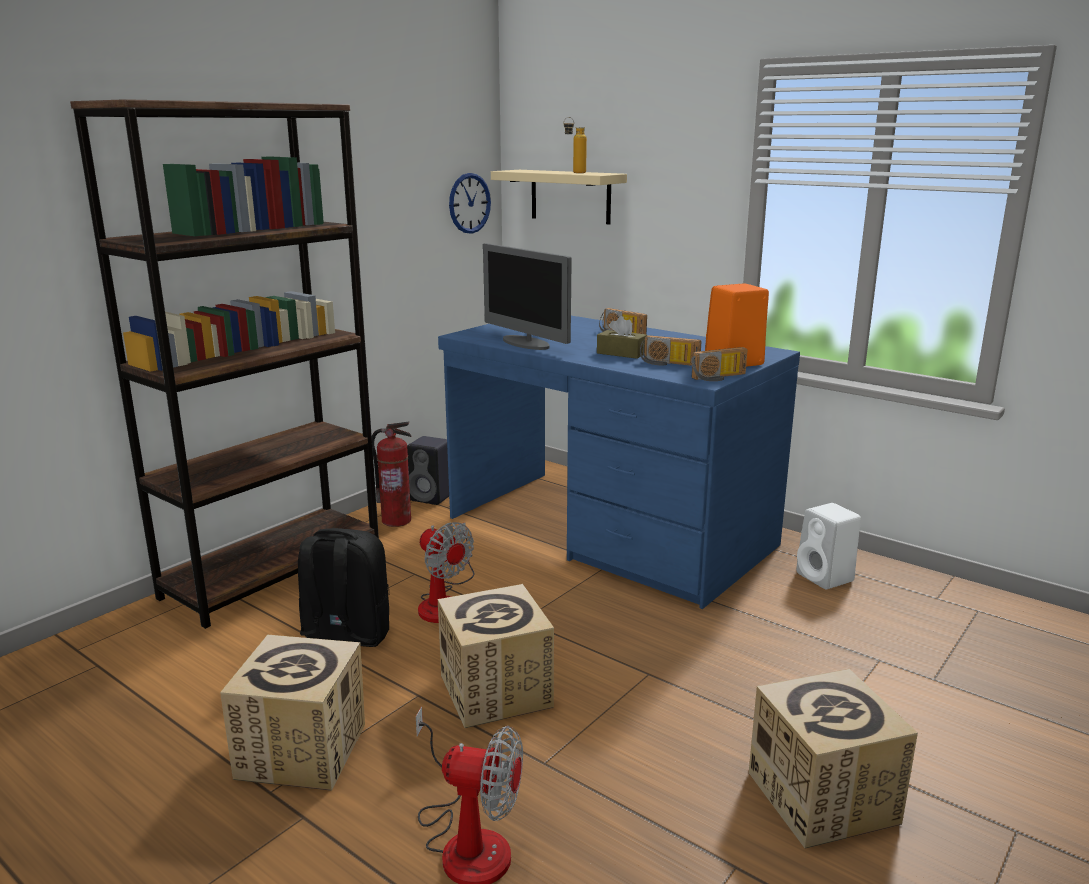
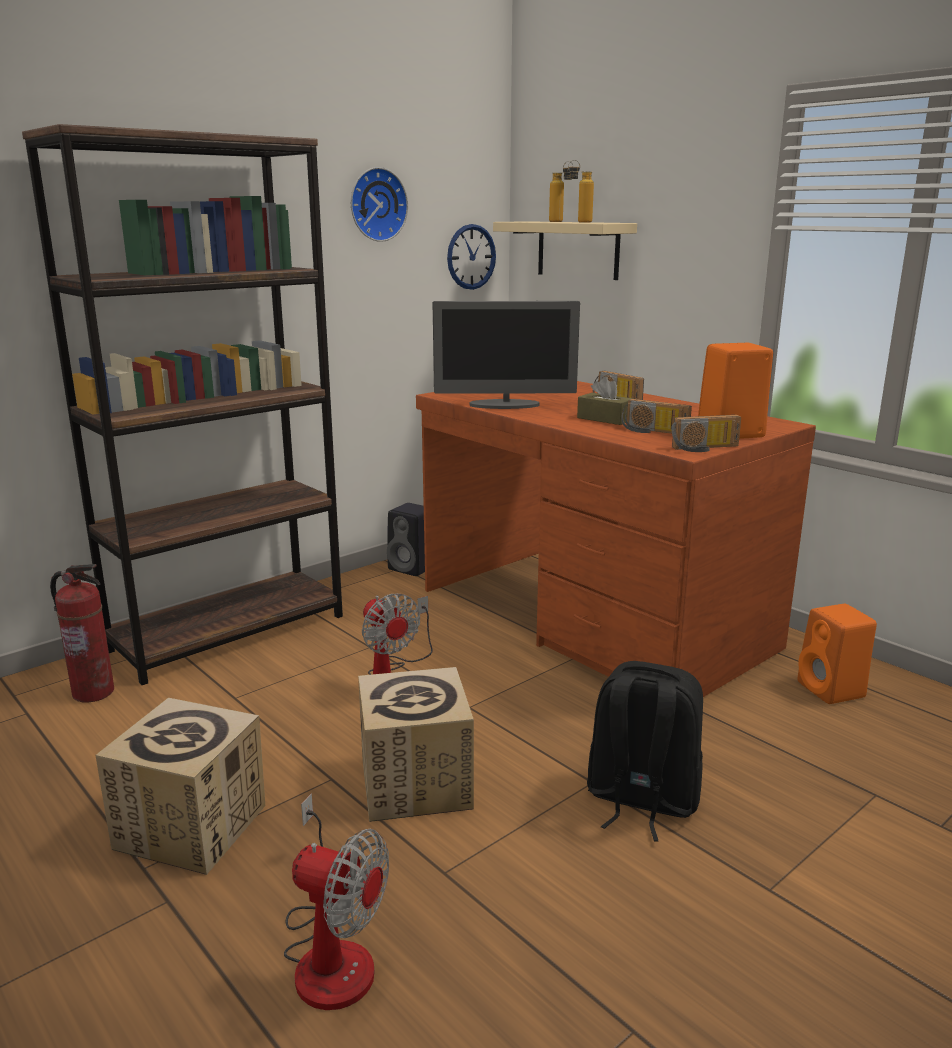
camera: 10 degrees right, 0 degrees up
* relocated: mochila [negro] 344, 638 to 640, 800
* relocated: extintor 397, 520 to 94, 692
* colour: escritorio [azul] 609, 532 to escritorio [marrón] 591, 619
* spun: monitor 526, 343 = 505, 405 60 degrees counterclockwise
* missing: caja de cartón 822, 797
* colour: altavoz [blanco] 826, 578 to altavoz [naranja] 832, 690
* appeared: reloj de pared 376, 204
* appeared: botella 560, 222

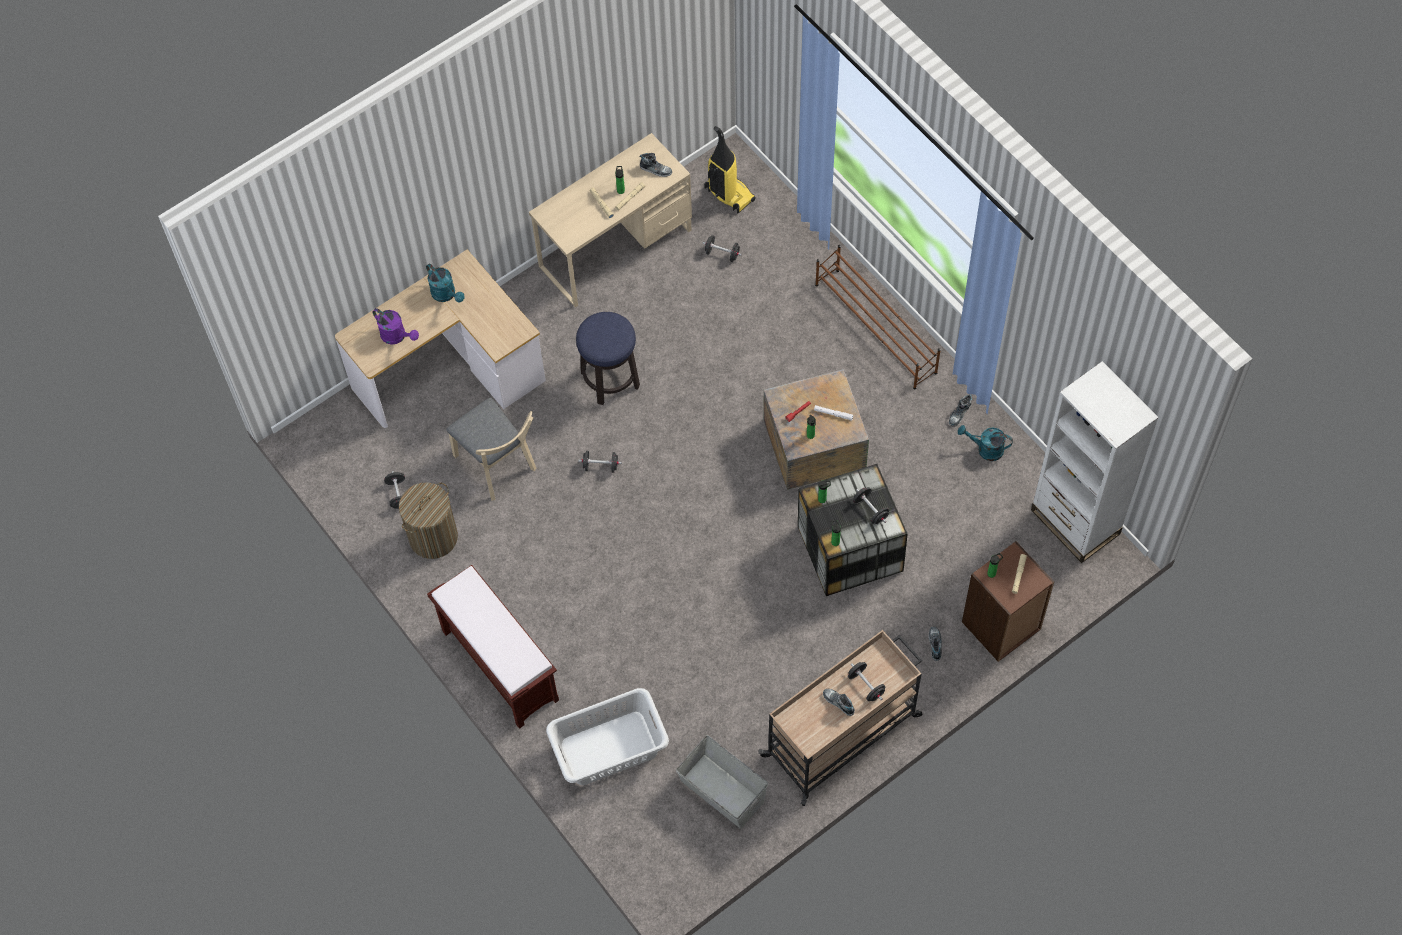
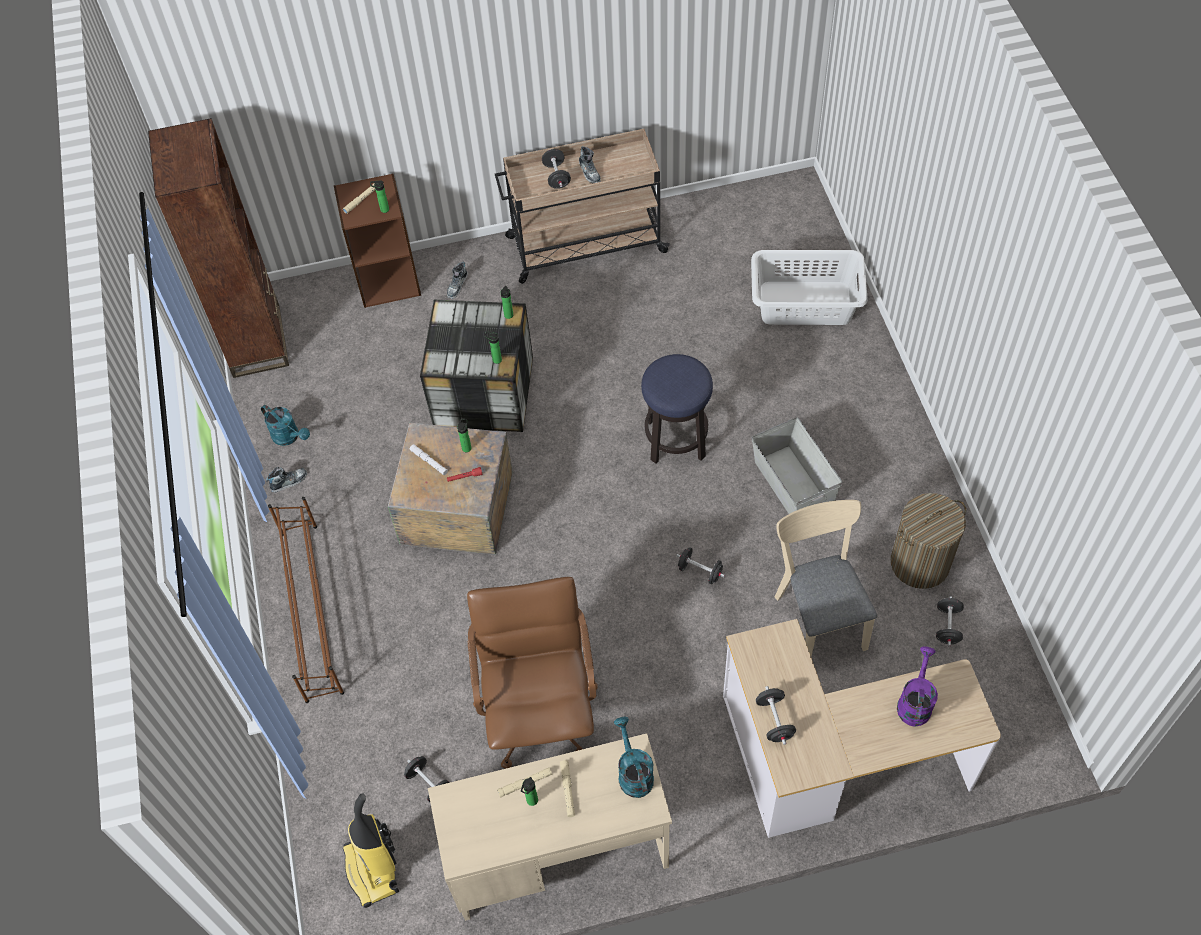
camera: 155 degrees left, 5 degrees down
* spun: regadera [morado] 397, 336 = 915, 702 45 degrees clockwise
* relocated: regadera [turquesa] 446, 294 to 633, 772
* missing: banco [marrón] 498, 665
* relocated: taburete 610, 379 to 676, 439
* missing: zapato 655, 169
* relocated: caja de almacenaje [gris] 722, 792 to 793, 484
* relocated: mancuerna [negro] 870, 510 to 774, 720
* colour: estantería [blanco] 1075, 522 to estantería [marrón] 257, 340
* appeared: silla de oficina [marrón] 539, 712

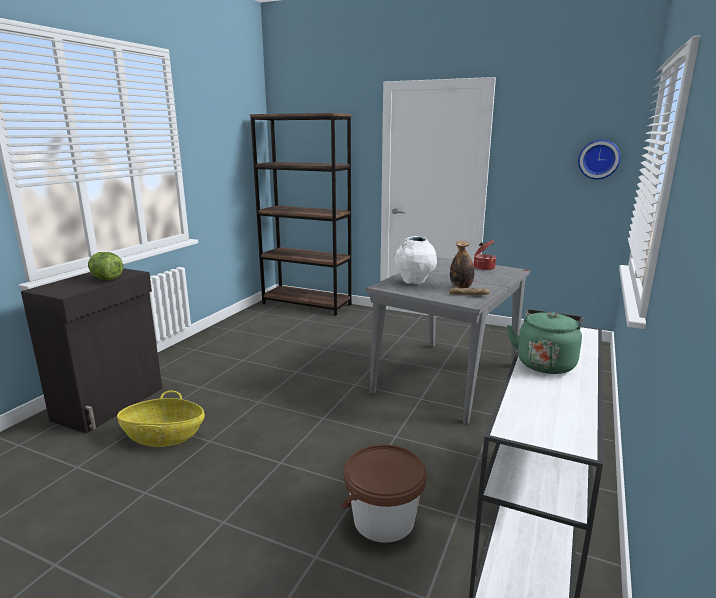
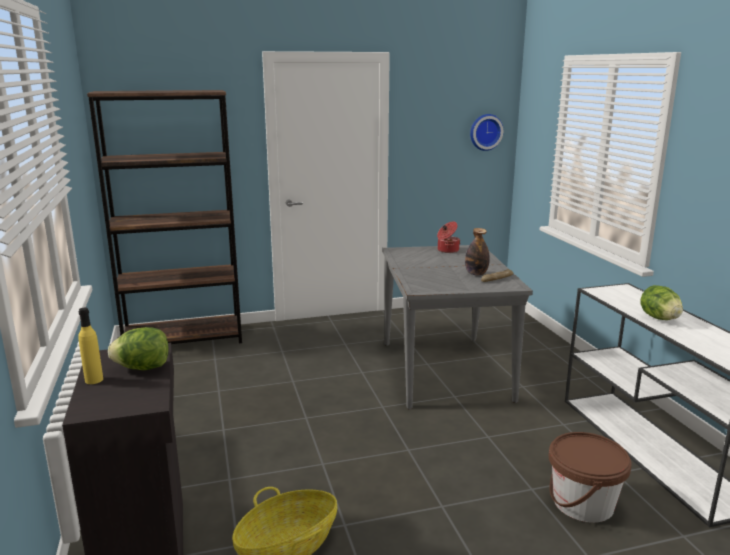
camera: 40 degrees left, 0 degrees up
* missing: florero [blanco] 414, 282
* exchanged: hervidor [verde] 545, 363 to lechuga 659, 318
* appeared: botella [amarillo] 94, 380

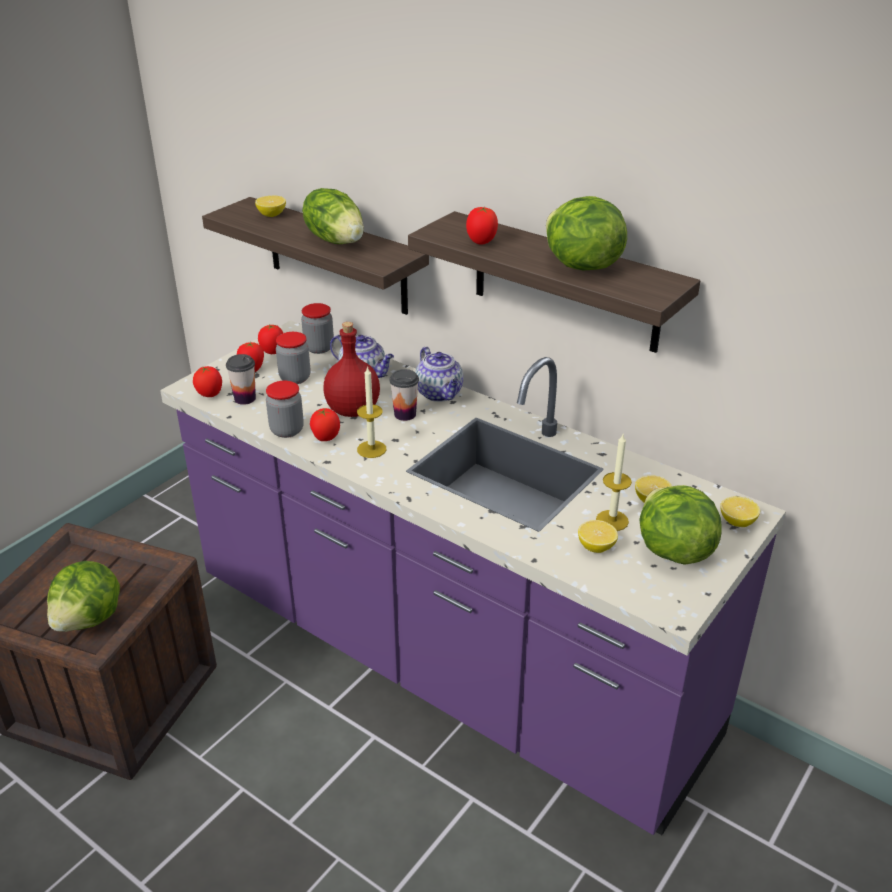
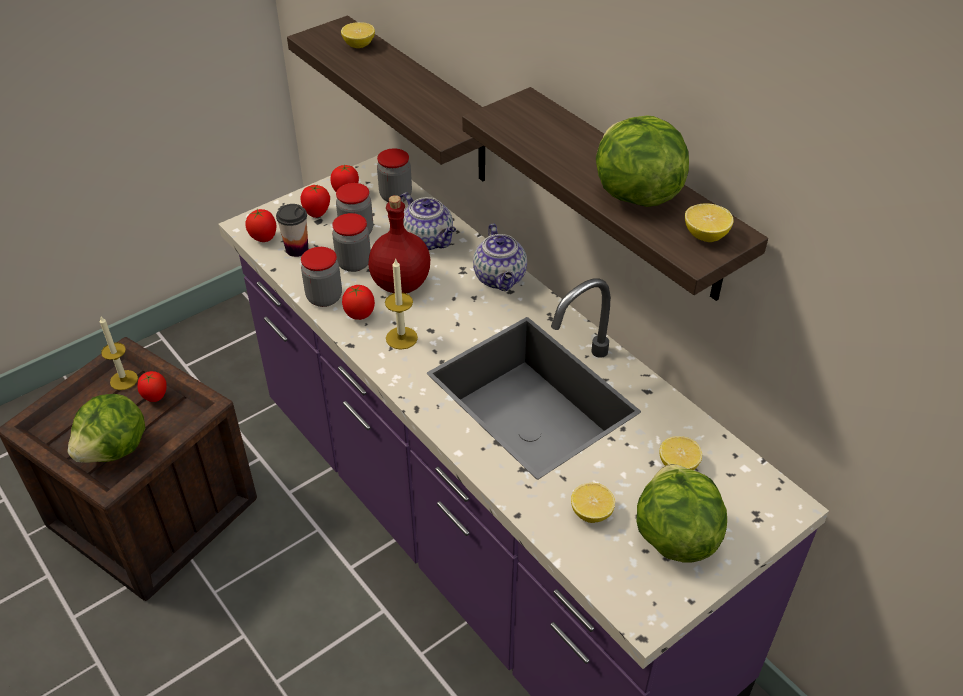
camera: 15 degrees right, 10 degrees up
* missing: lechuga 336, 240
* missing: taza 405, 414
* relocated: tomate 481, 242 to 155, 398
* relocated: vela 612, 520 to 124, 380
* relocated: limón 737, 522 to 705, 235
* appeared: tarro 354, 263

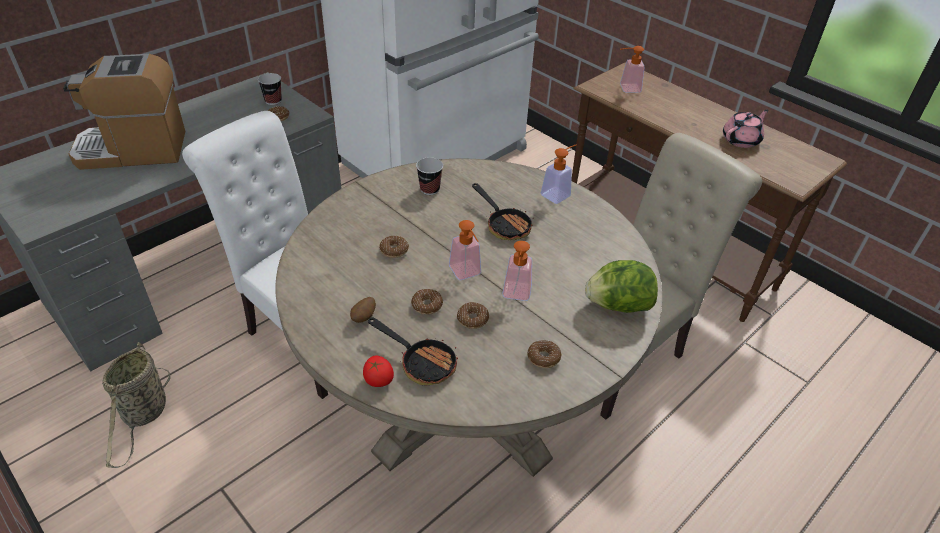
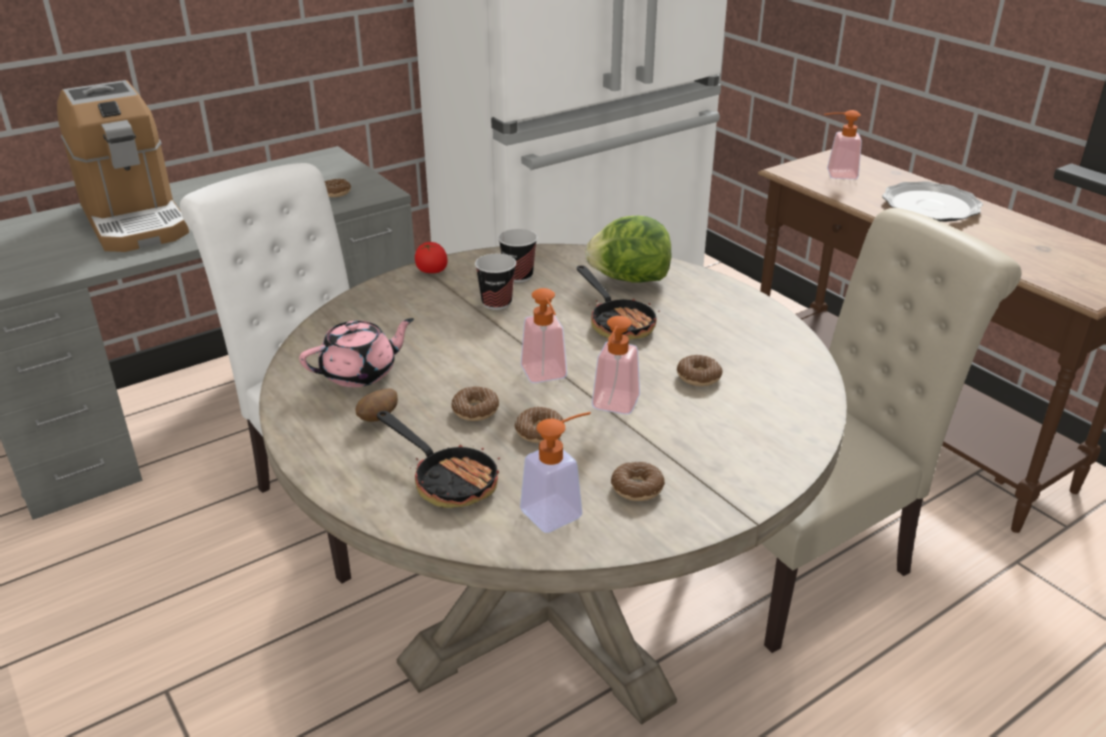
camera: 10 degrees right, 10 degrees down
* spun: cafetera 133, 150 = 134, 219 120 degrees counterclockwise
* missing: cesta 144, 414
* relocated: taza 273, 101 to 496, 303
* relocated: tomate 378, 380 to 431, 271
* relocated: rosquilla 394, 250 to 698, 377
* relocated: dispensador de jabón 558, 193 to 560, 510
* relocated: lechuga 618, 305 to 629, 279
* relocated: tetera [rosa] 741, 140 to 360, 373
* appeared: plato 930, 206

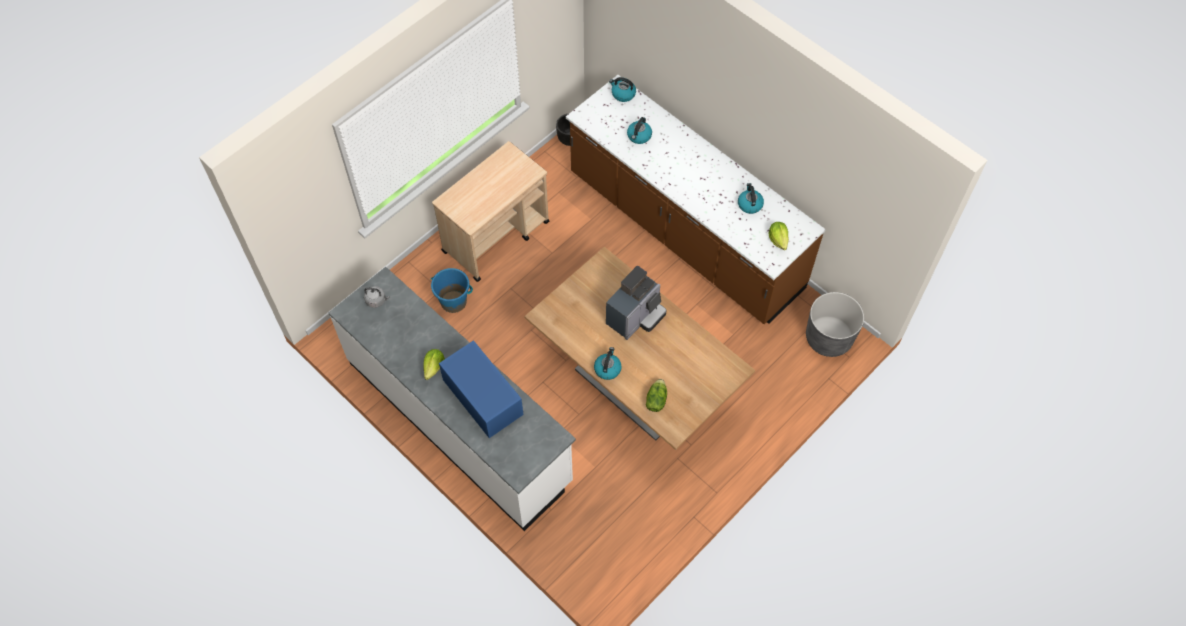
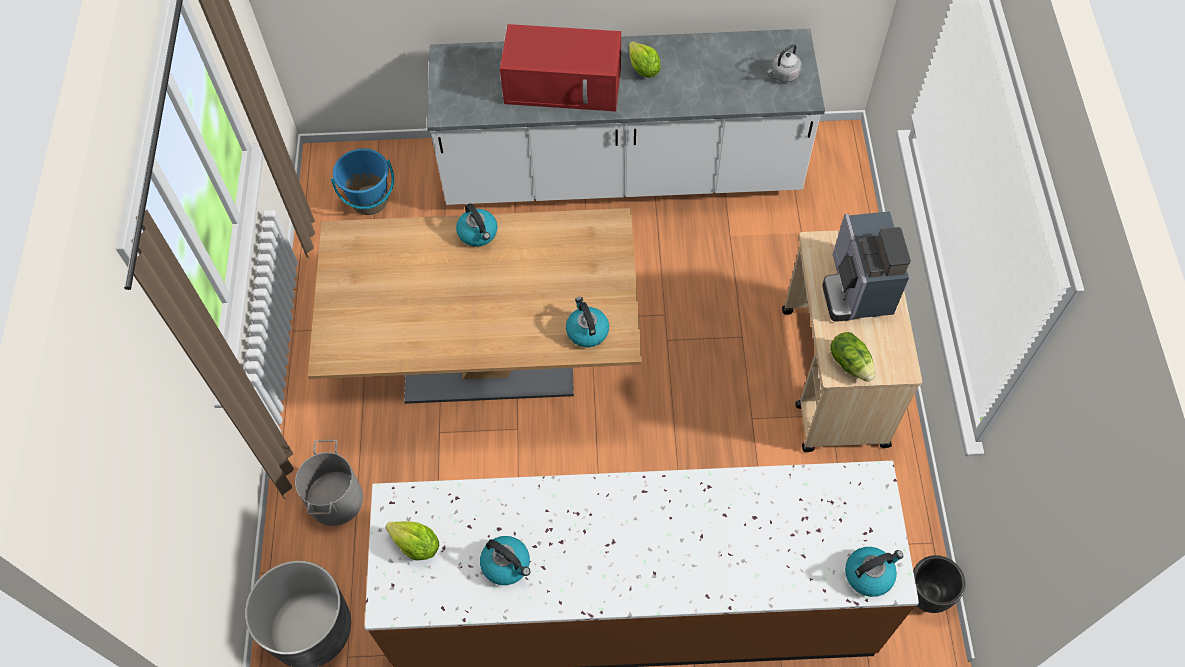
camera: 135 degrees right, 0 degrees up
* relocated: cubo [azul] 453, 301 to 370, 201
* colour: microondas [azul] 481, 396 to microondas [rojo] 565, 85
* relocated: cafetera 636, 316 to 857, 289
* relocated: hervidor 639, 136 to 587, 331
* relocated: lechuga 656, 400 to 850, 363
* appeared: cubo [gris] 334, 499

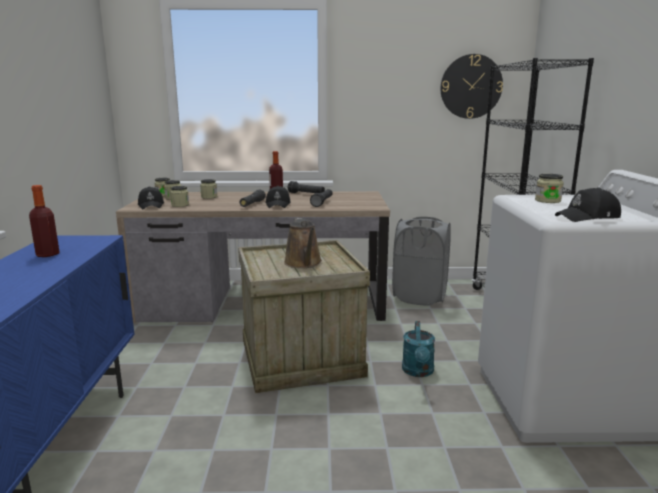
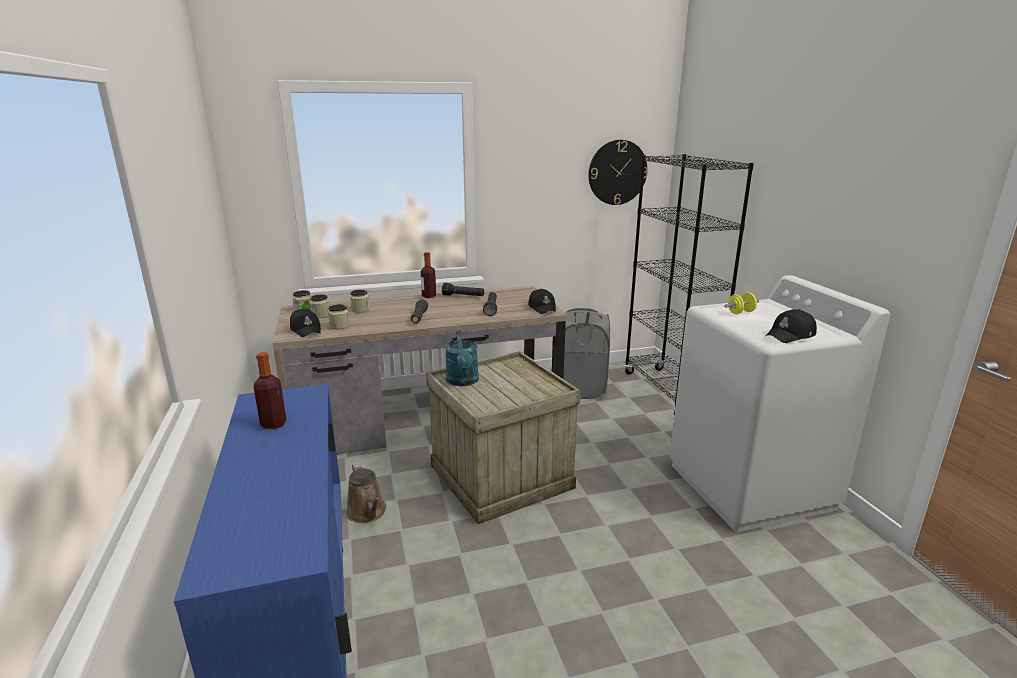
camera: 15 degrees left, 5 degrees up
* relocated: gorra [negro] 278, 204 to 542, 308
* relocated: regadera [marrón] 303, 263 to 367, 513
* relocated: regadera [turquesa] 418, 372 to 463, 382
* exchanged: tarro 547, 200 to mancuerna [amarillo] 740, 312

